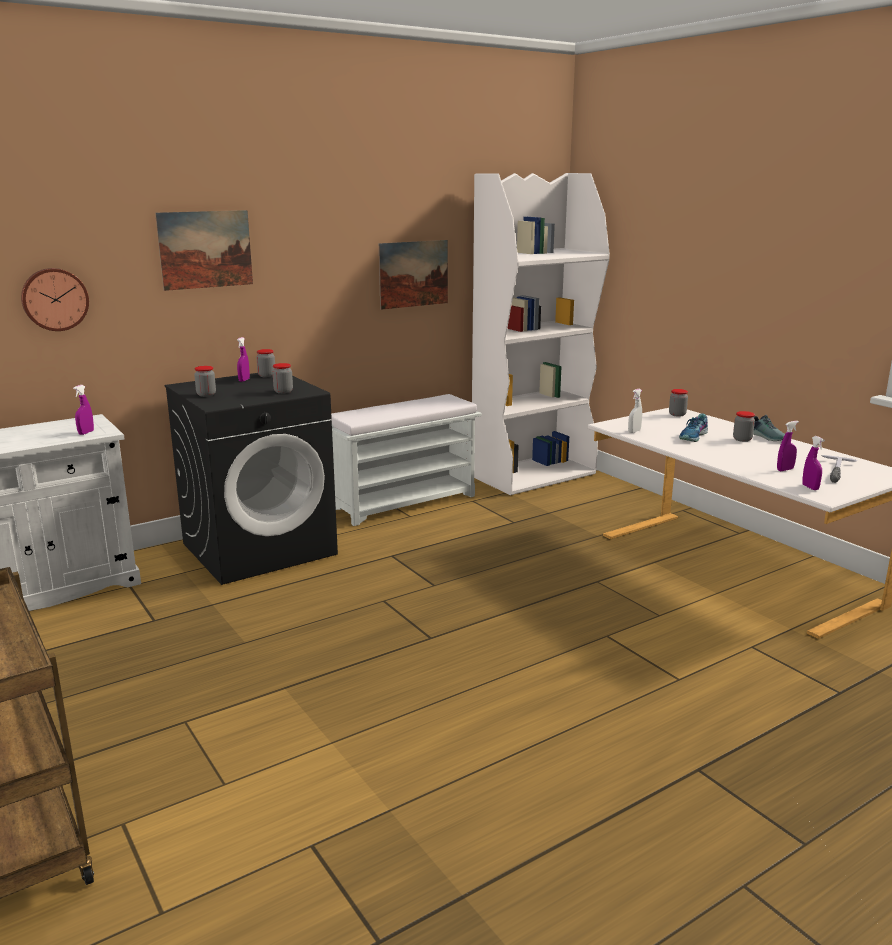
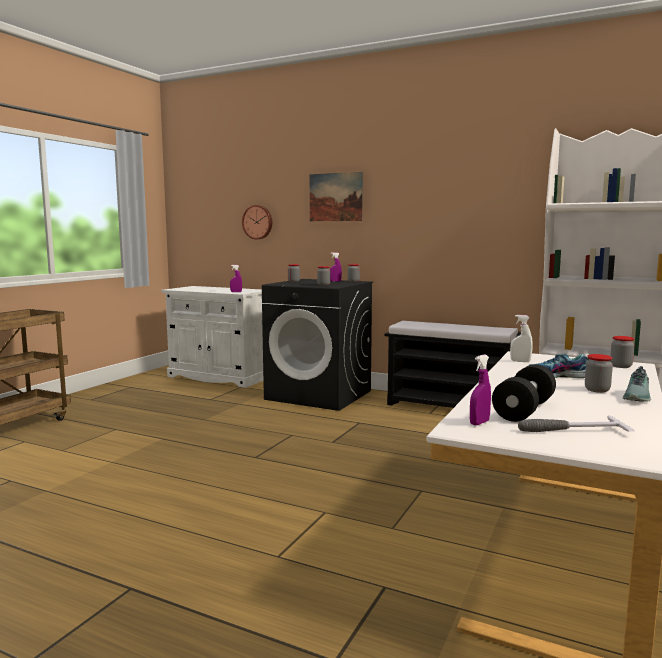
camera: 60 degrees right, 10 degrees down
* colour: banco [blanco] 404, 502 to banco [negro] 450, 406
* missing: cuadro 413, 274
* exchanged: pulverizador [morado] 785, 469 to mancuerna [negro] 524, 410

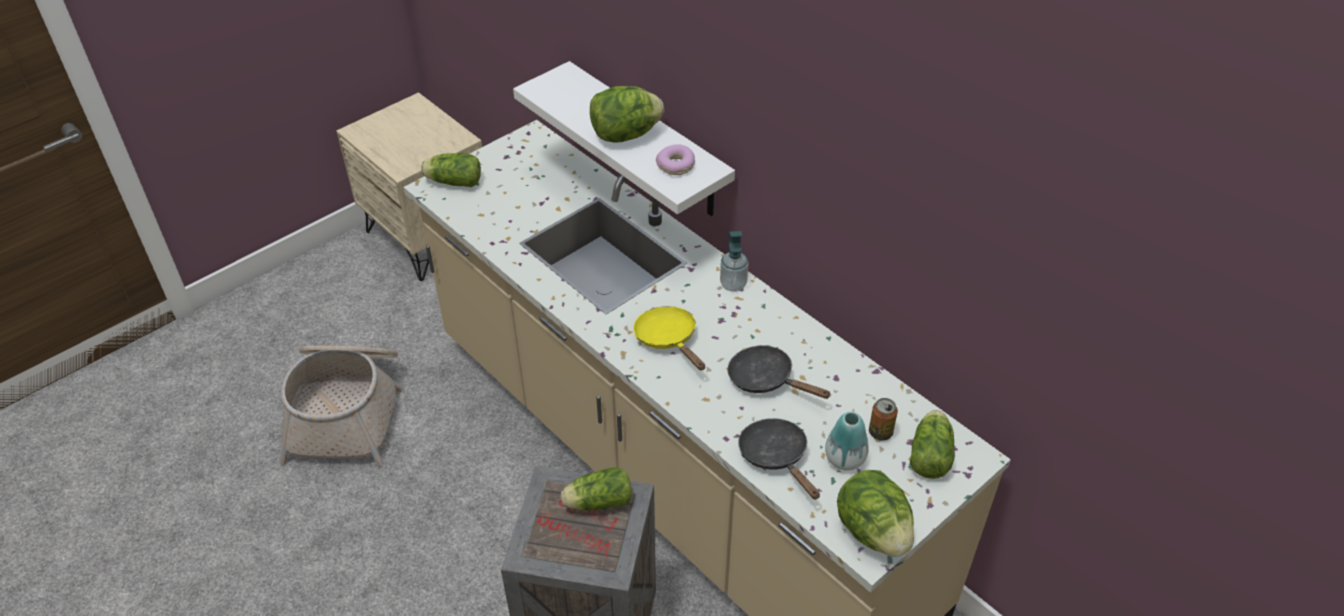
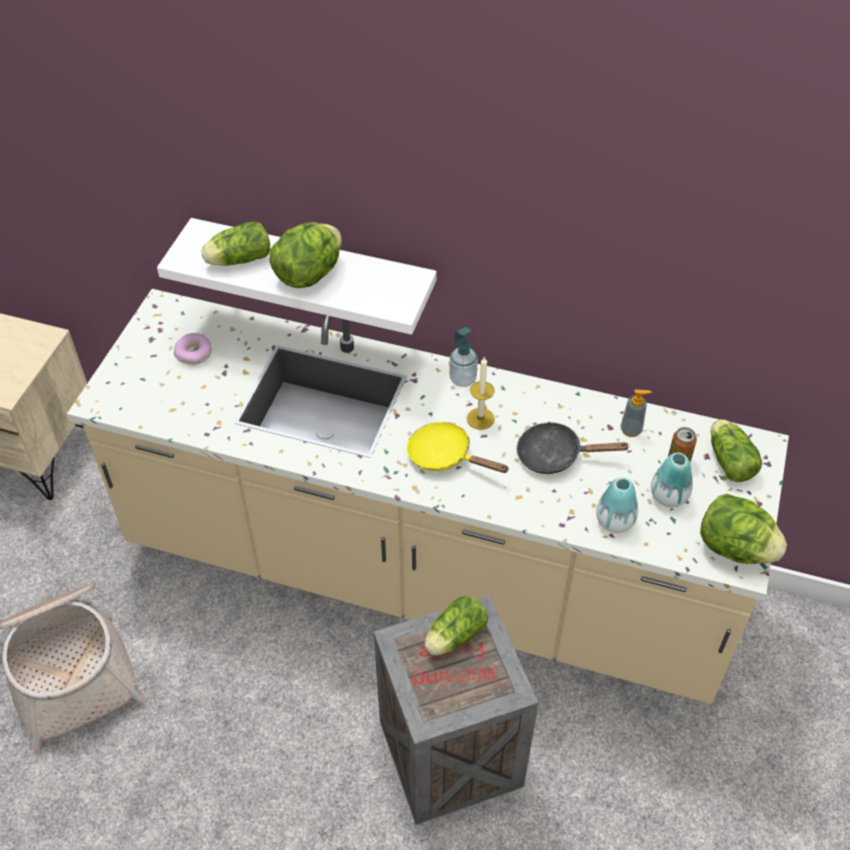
camera: 30 degrees left, 5 degrees up
* relocated: lechuga 452, 182 to 237, 260
* relocated: rosquilla 676, 166 to 194, 353
* exchanged: sartén [negro] 776, 457 to florero 614, 521
* appeared: vela 480, 418
* appeared: dispensador de jabón 631, 430

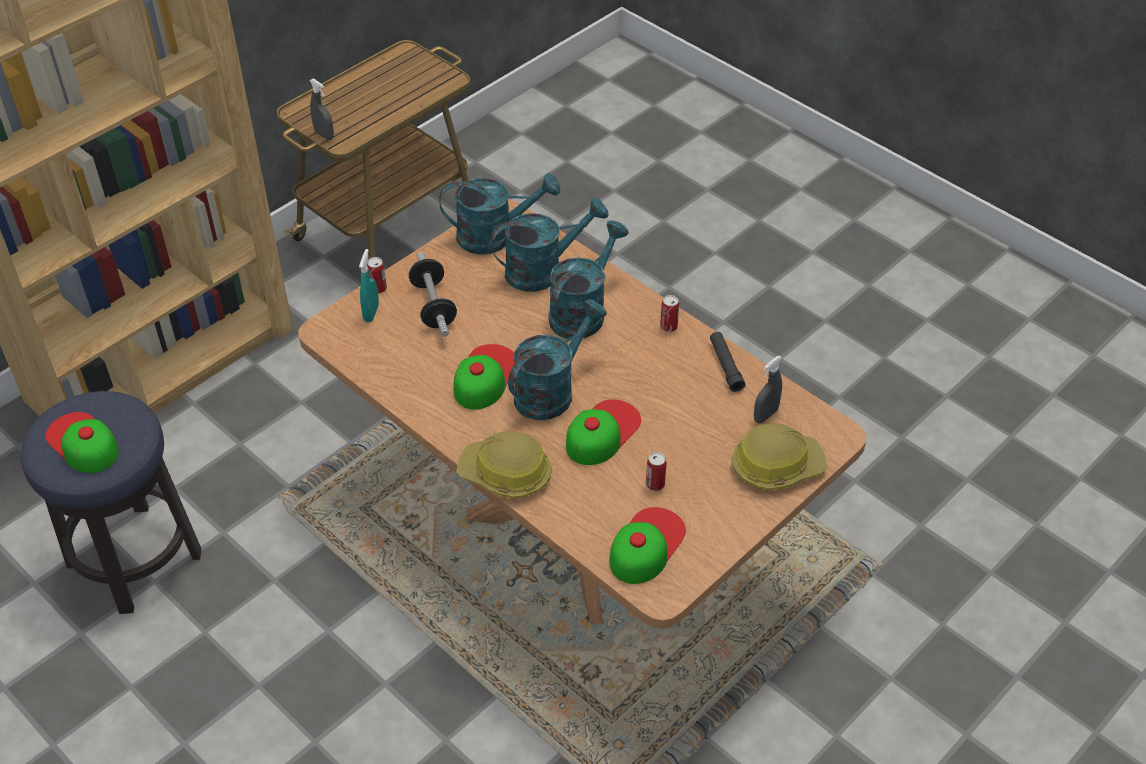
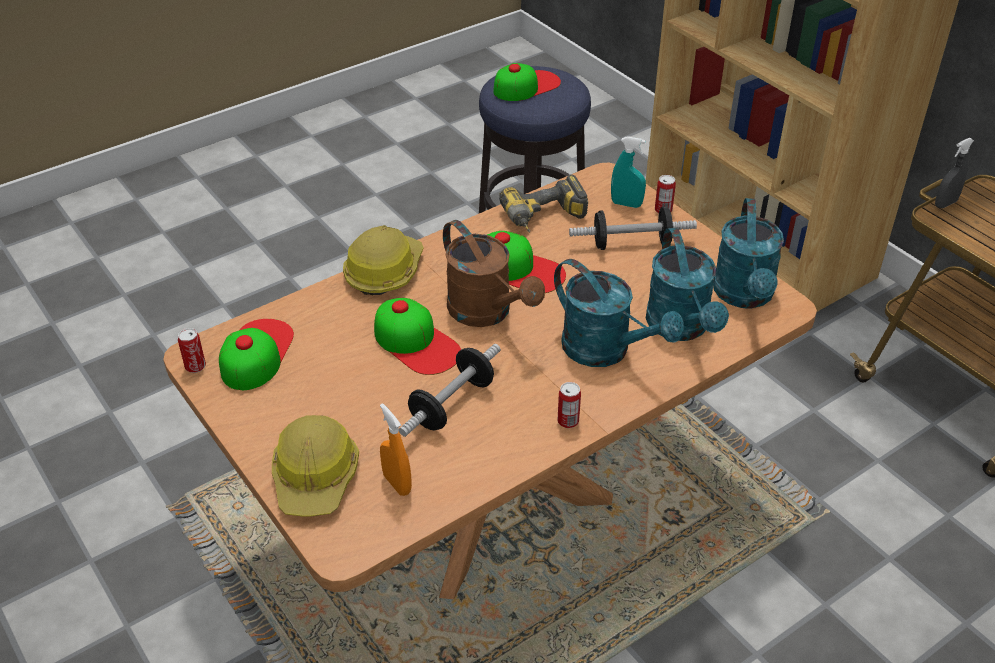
camera: 100 degrees right, 5 degrees down
* colour: regadera [turquesa] 551, 390 to regadera [marrón] 487, 313
* spun: gorra 646, 545 = 256, 353 120 degrees counterclockwise
* relocated: lata 655, 484 to 195, 366
* missing: linterna [negro] 725, 366
* colour: pulverizador [gris] 765, 415 to pulverizador [naranja] 397, 484
* appeared: mancuerna 452, 404
* appeared: taladro 545, 220

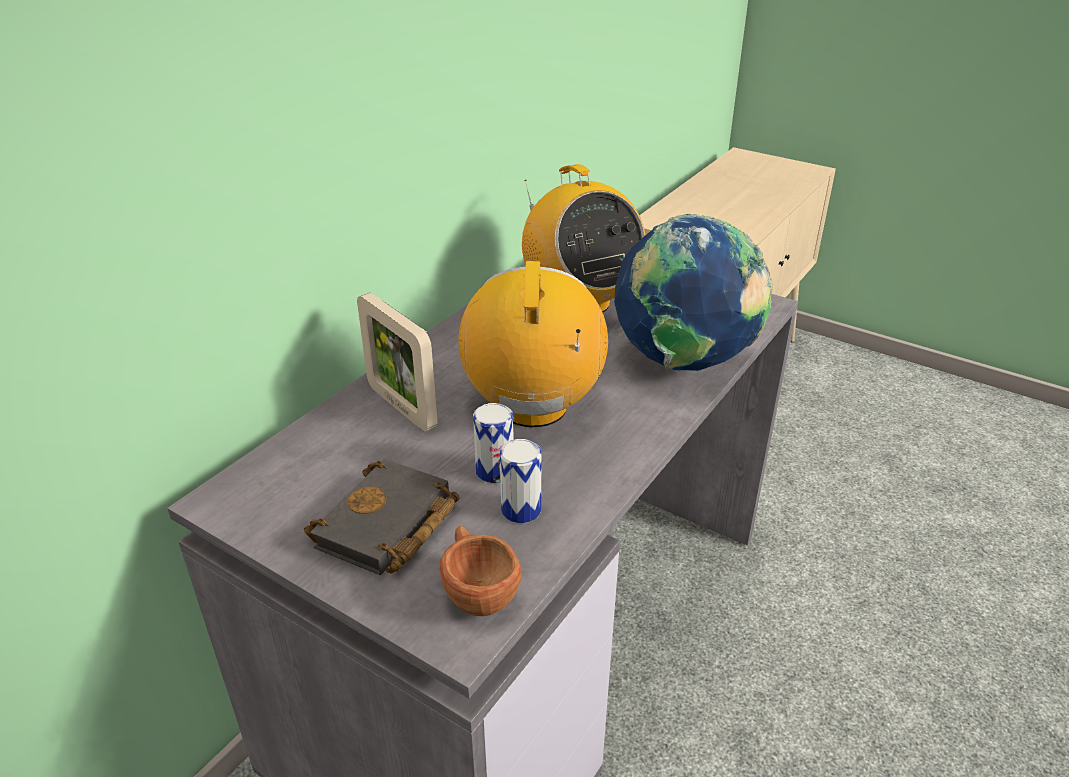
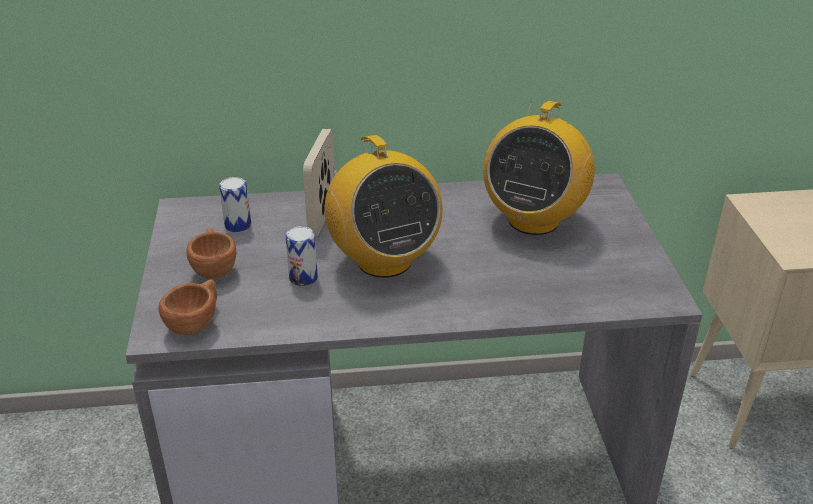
camera: 50 degrees right, 0 degrees up
* exchanged: libro [negro] 387, 528 to taza [marrón] 214, 268
* spun: radio 533, 407 = 383, 261 105 degrees clockwise
* relocated: lata 521, 509 to 238, 225
* missing: globo terráqueo 684, 363

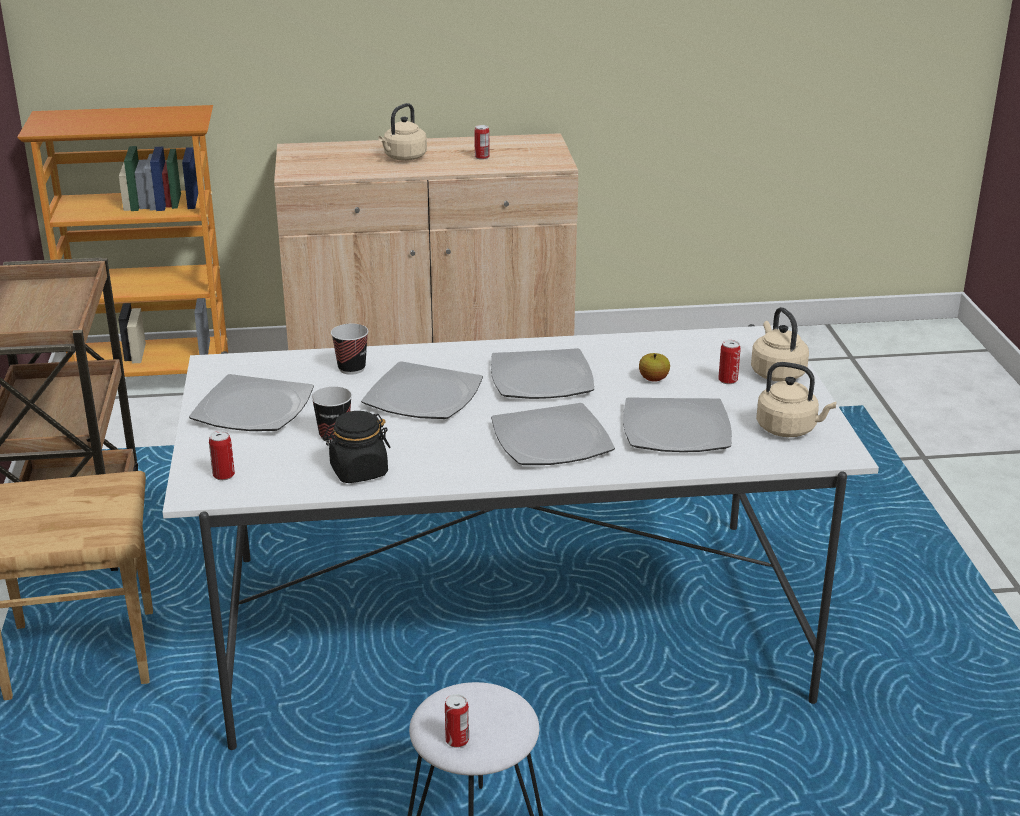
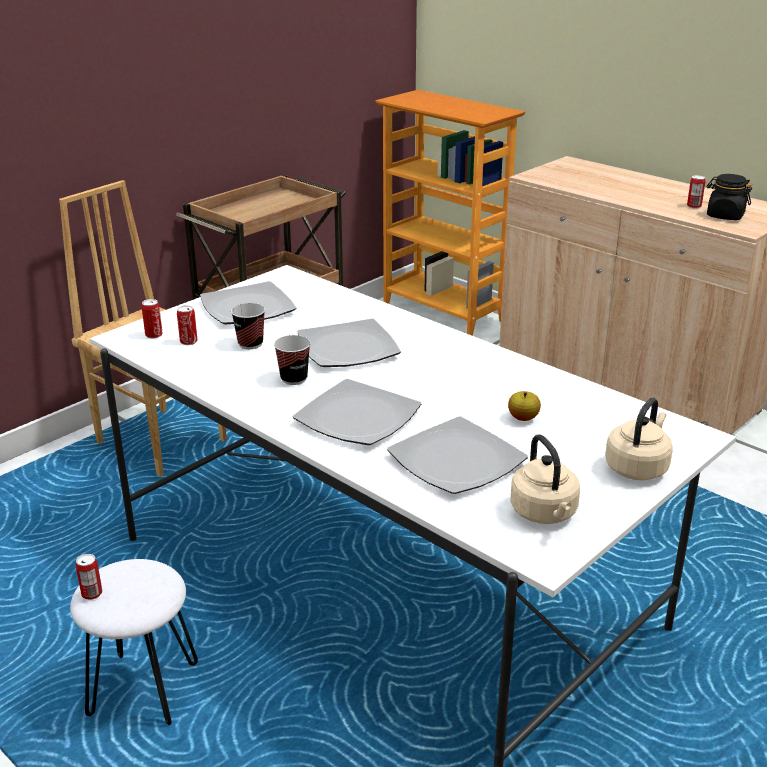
camera: 50 degrees right, 0 degrees up
* relocated: tarro [negro] 358, 471 to 725, 216
* relocated: taza 351, 368 to 294, 379
* missing: hervidor [beis] 403, 158
* missing: plato 542, 379
* relocated: lata 728, 380 to 188, 341

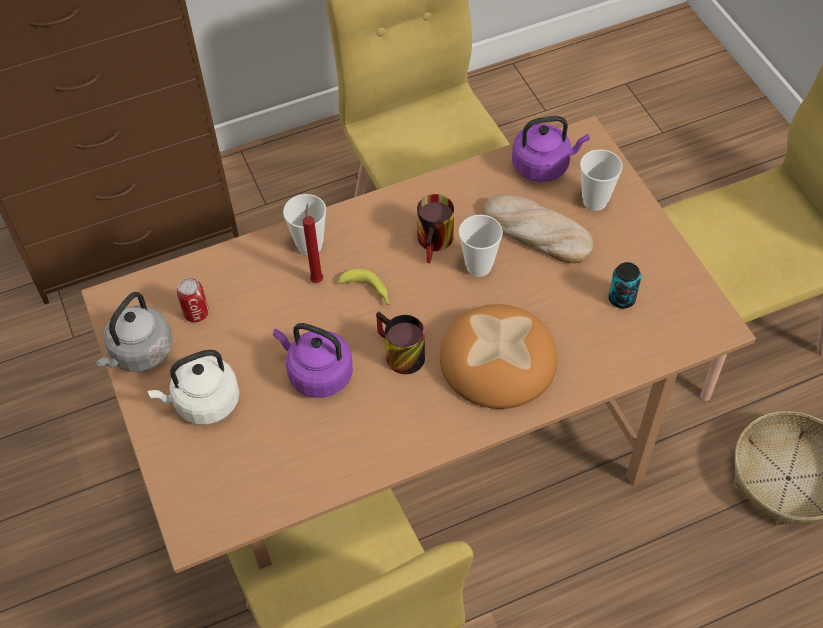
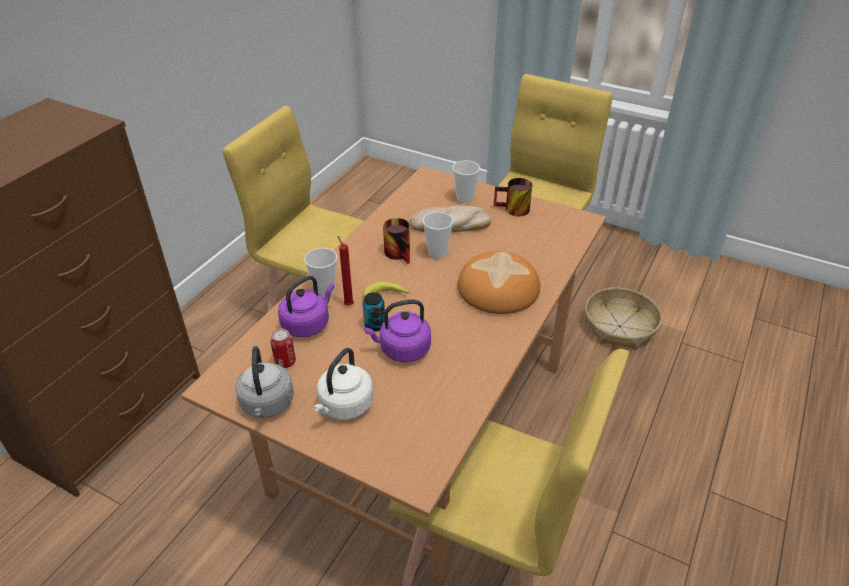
camera: 40 degrees left, 15 degrees down
* relocated: taza grande 397, 355 to 512, 210
* relocated: hervidor [morado] 543, 165 to 308, 324
* relocated: lata 621, 299 to 374, 325

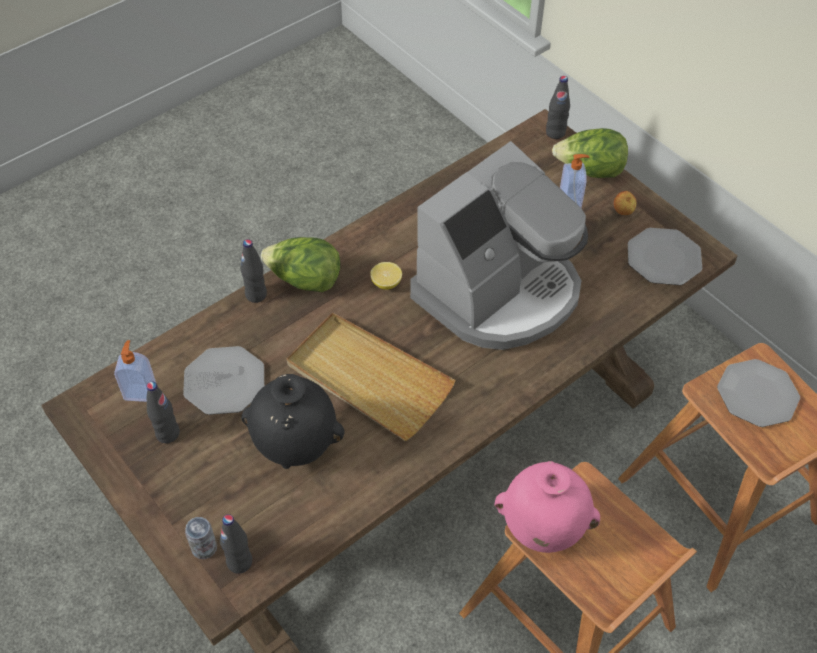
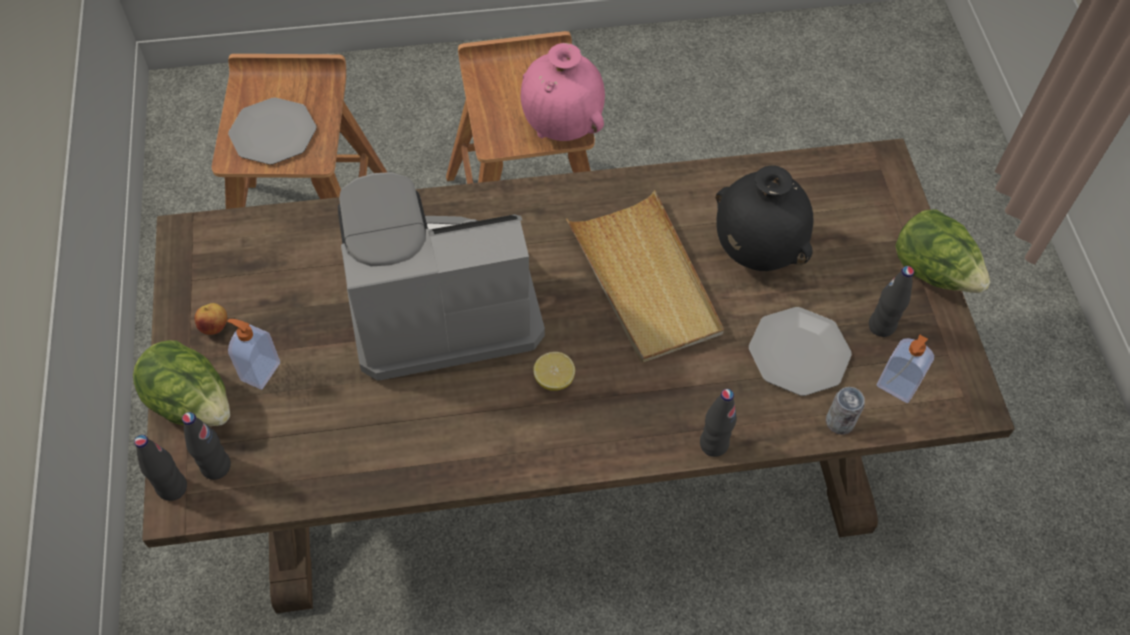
camera: 150 degrees left, 5 degrees up
* relocated: lata 204, 548 to 839, 422
* relocated: botella [negro] 239, 562 to 216, 466
* relocated: lechuga 304, 280 to 933, 272
* missing: plato 663, 258

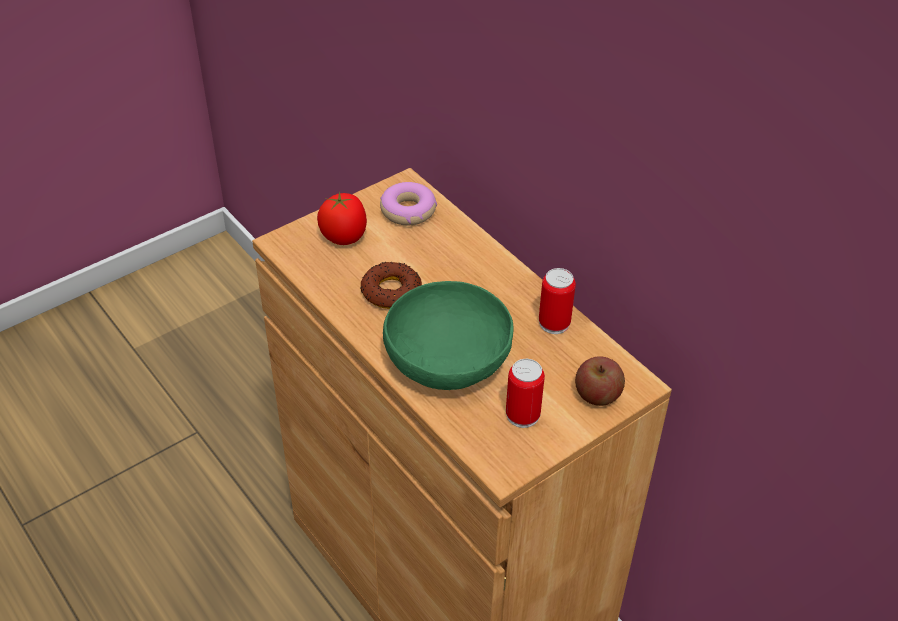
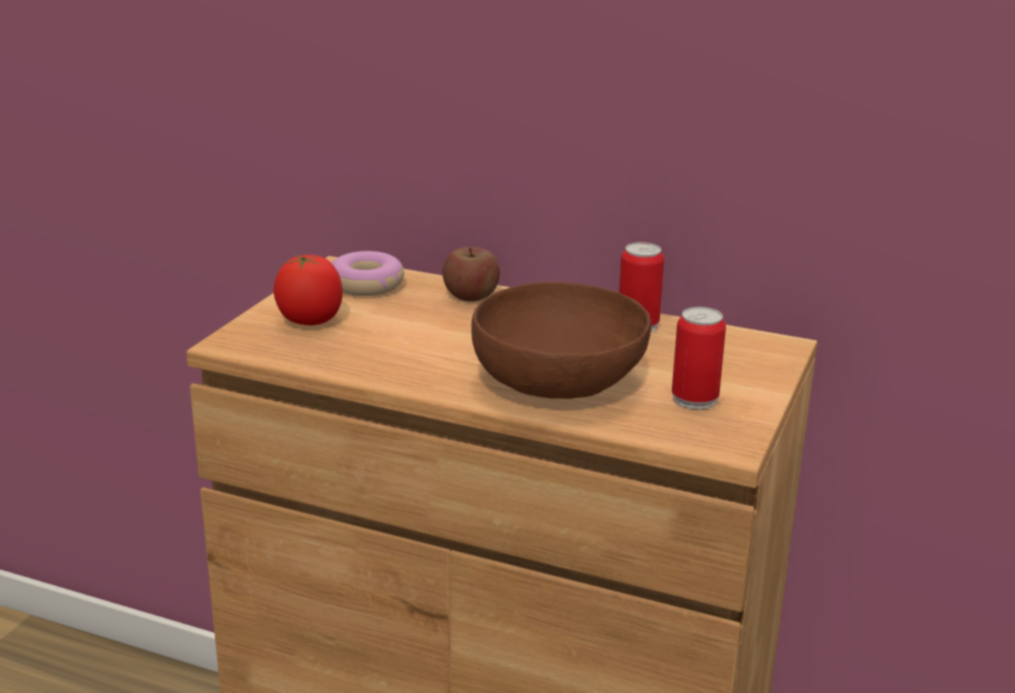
camera: 30 degrees left, 20 degrees down
* missing: rosquilla 391, 291
* colour: cuenco [verde] 449, 362 to cuenco [marrón] 559, 382
* relocated: manzana 597, 395 to 471, 296

